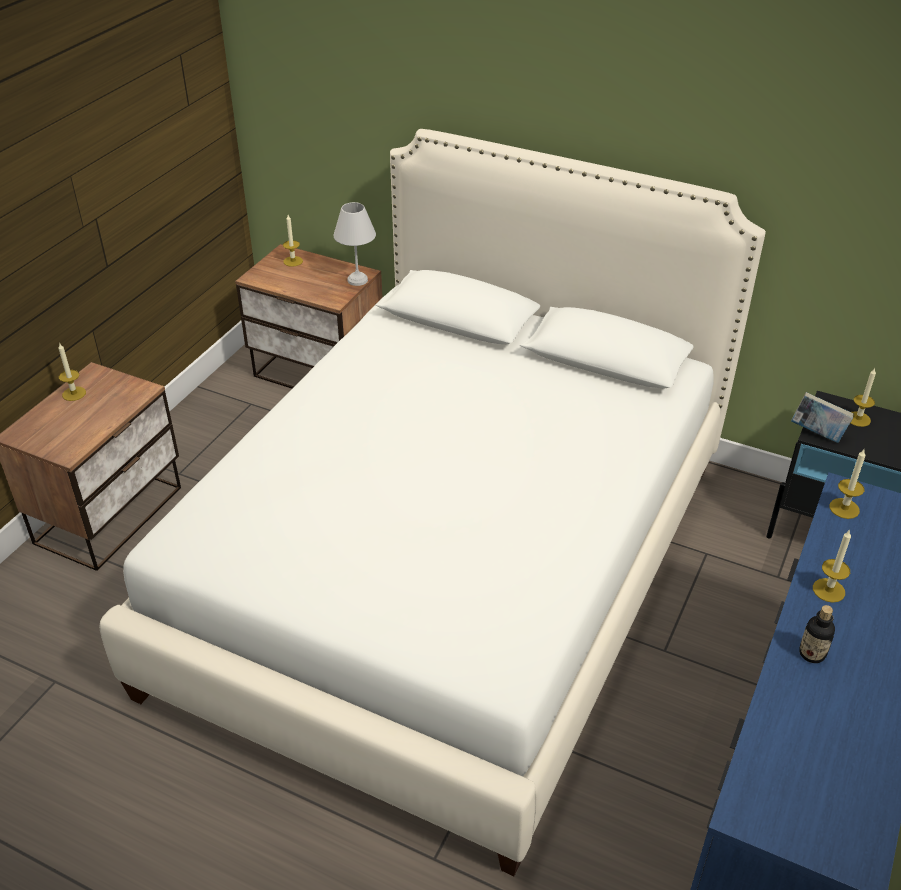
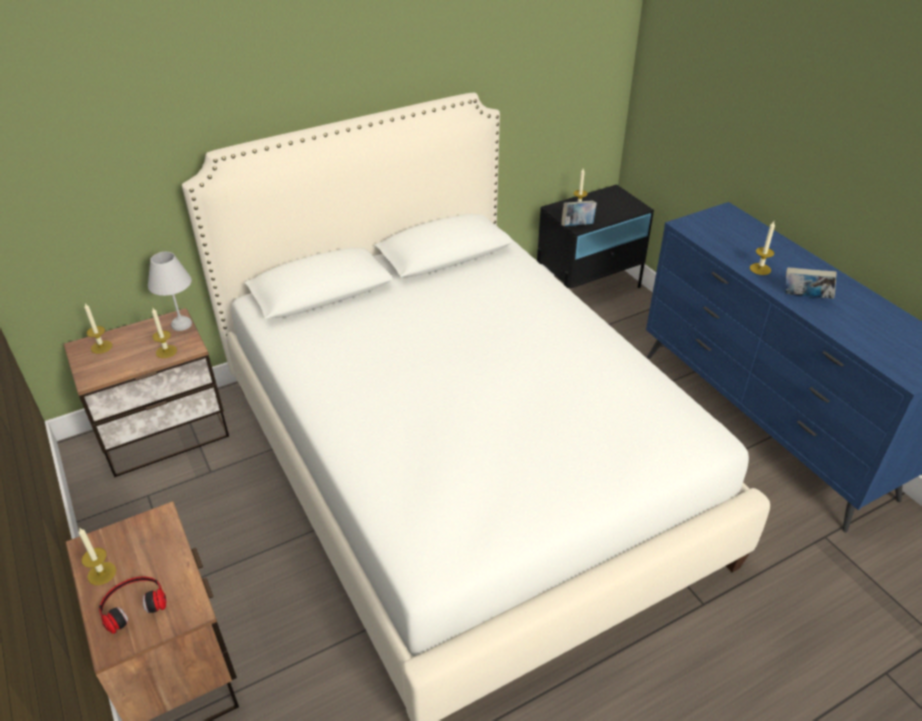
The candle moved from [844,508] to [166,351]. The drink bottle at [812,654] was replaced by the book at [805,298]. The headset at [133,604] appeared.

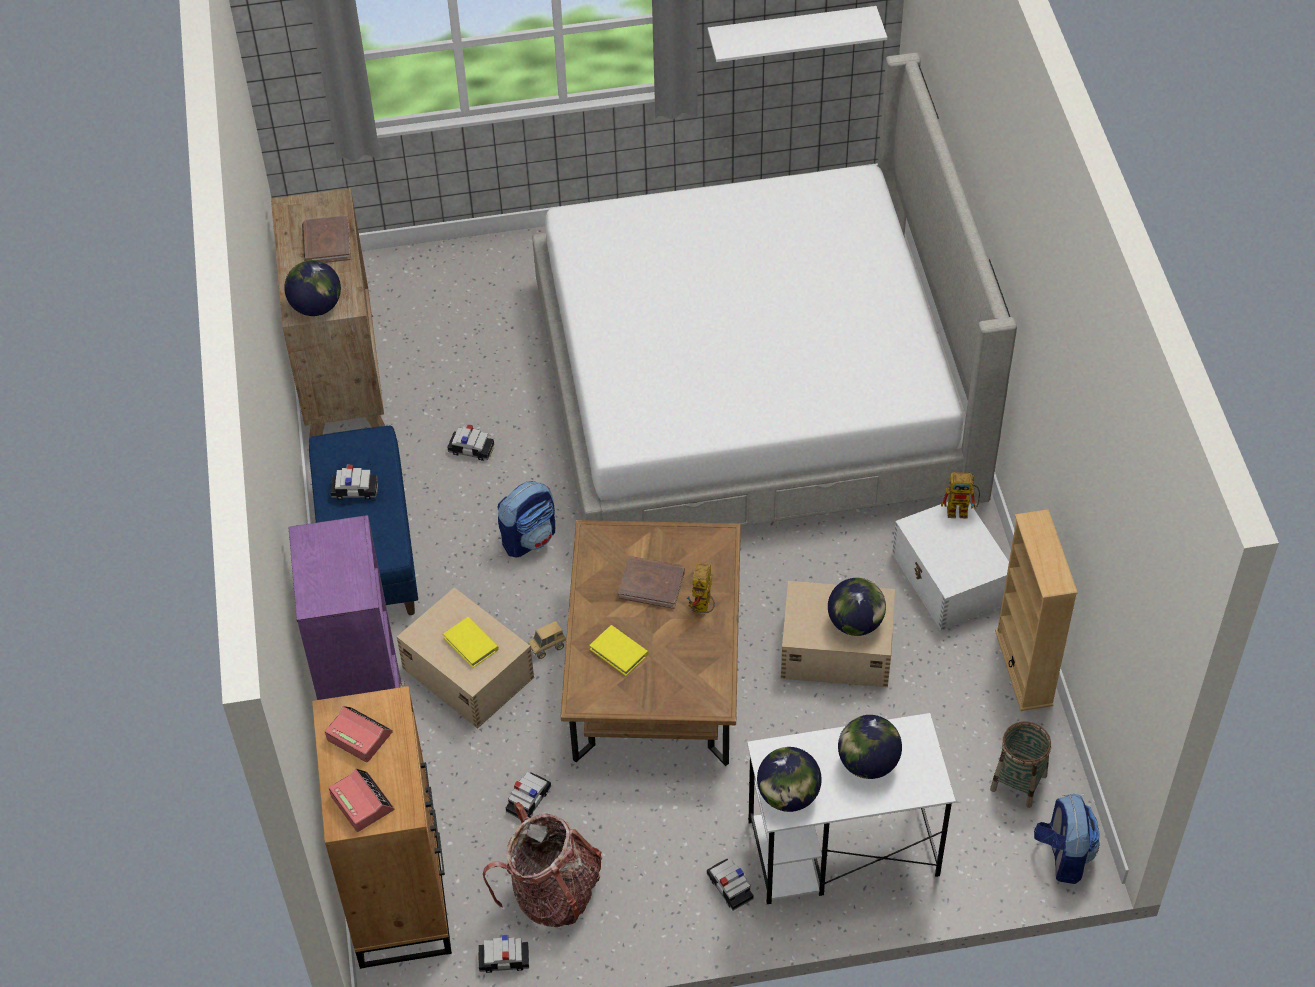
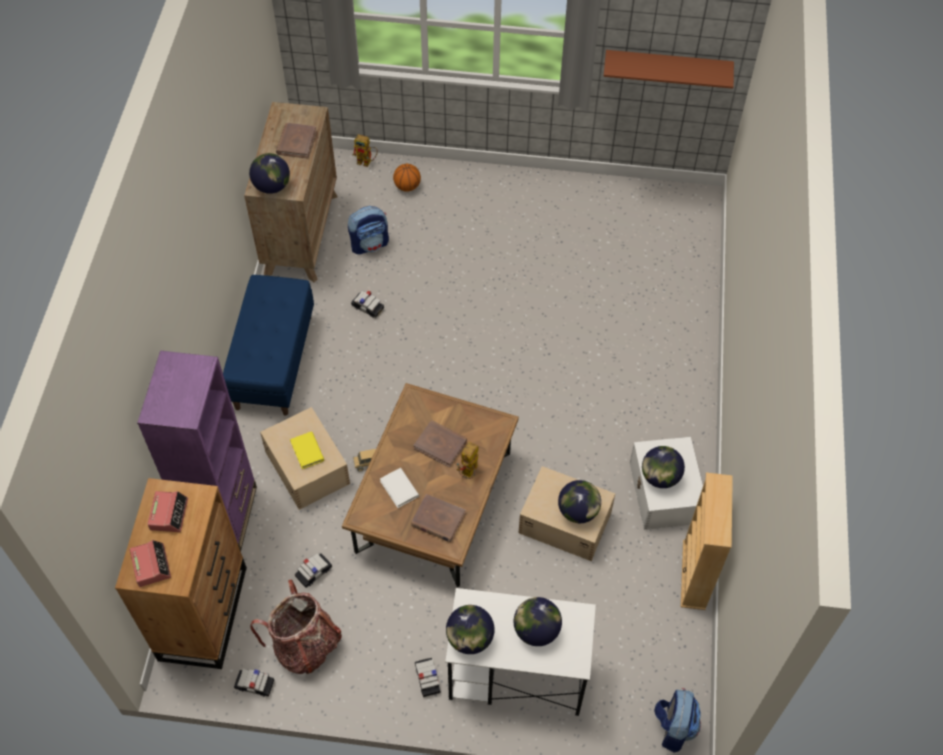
The bracket shelf (white) at [791,32] became the bracket shelf (brown-coloured) at [667,66]. The sleeping bed at [754,389] disappeared. The toy car at [355,490] disappeared. The model robot moved from [962,510] to [367,162]. The knapsack moved from [529,538] to [370,244]. The book (yellow) at [619,652] became the book (white) at [399,489]. The alarm clock at [359,736] turned 45 degrees clockwise. The household basket at [1018,782] disappeared. The basketball at [407,186] appeared. The globe at [660,477] appeared. The book (brown-coloured) at [438,520] appeared.

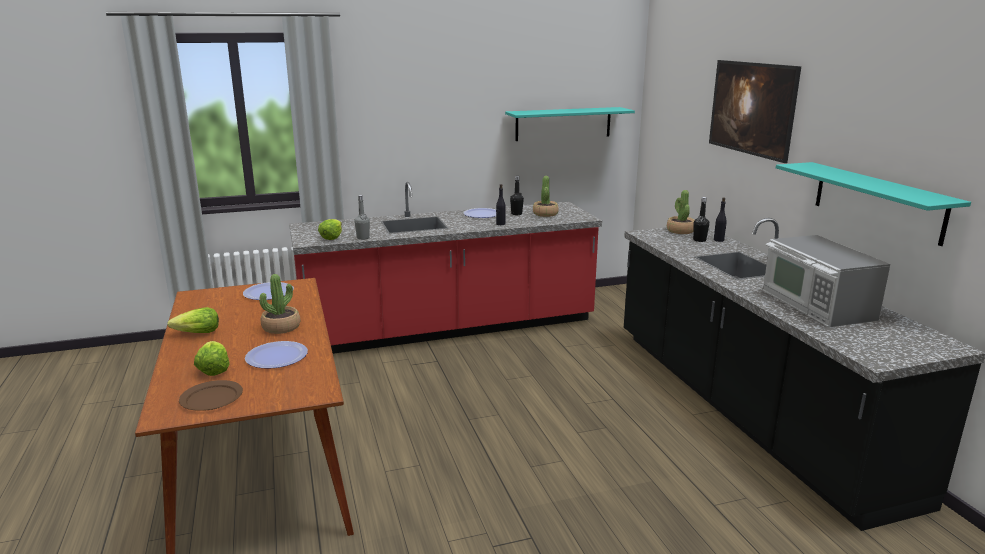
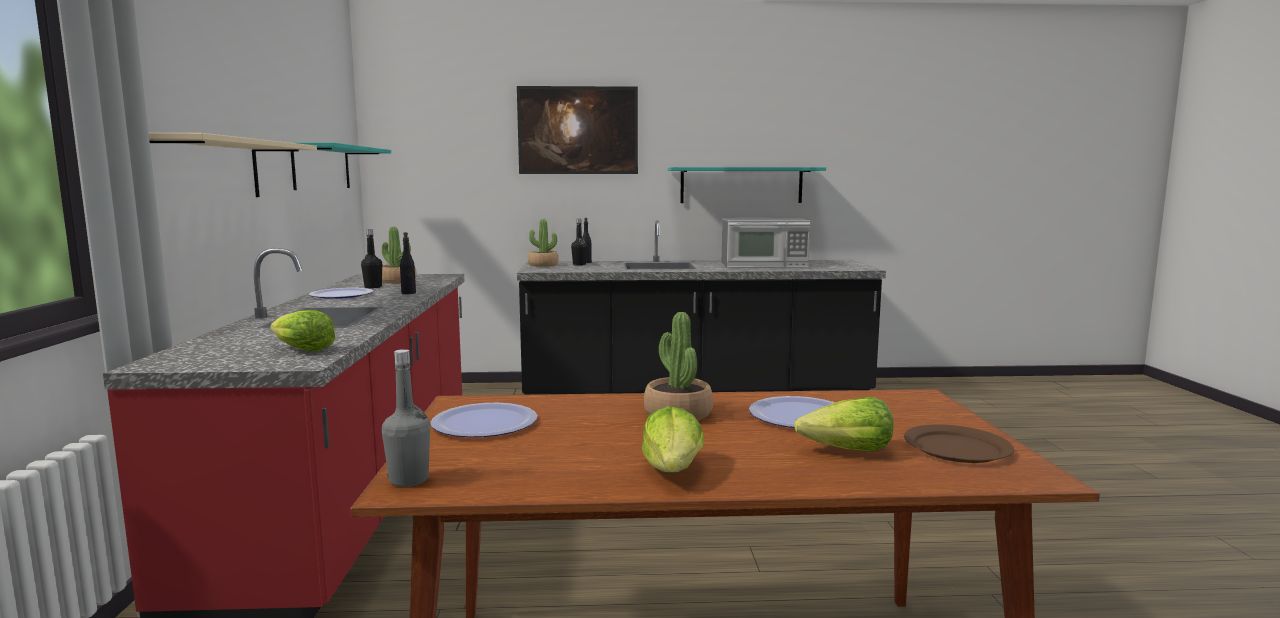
The drink bottle (greyish) moved from [363,238] to [409,480]. The bracket shelf (beige-coloured) at [207,170] appeared.

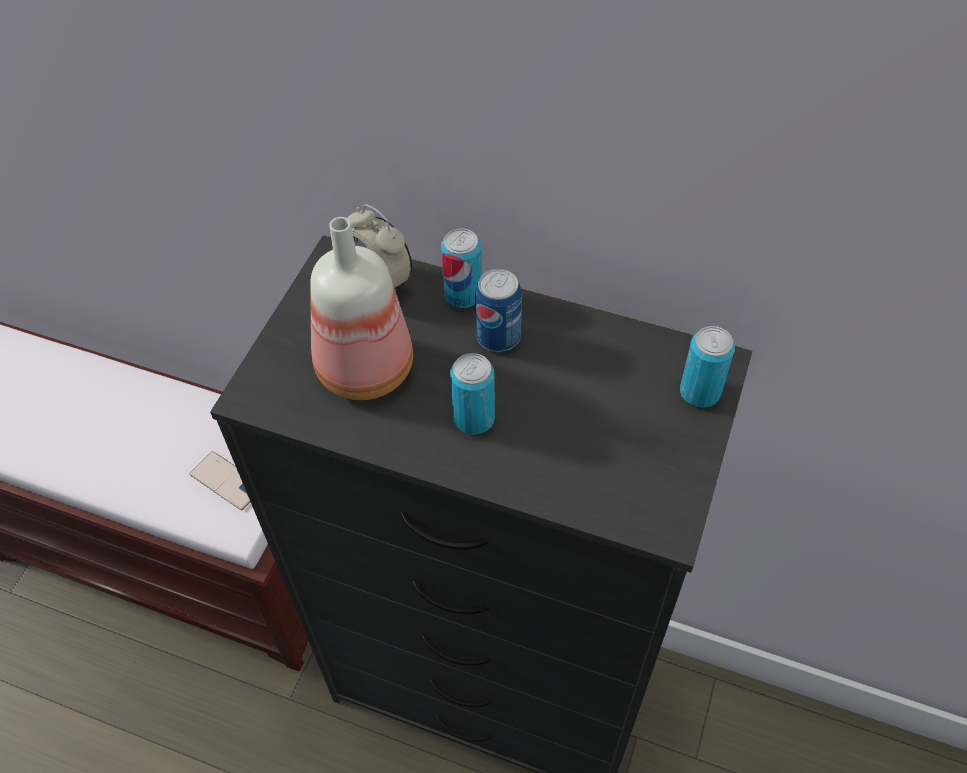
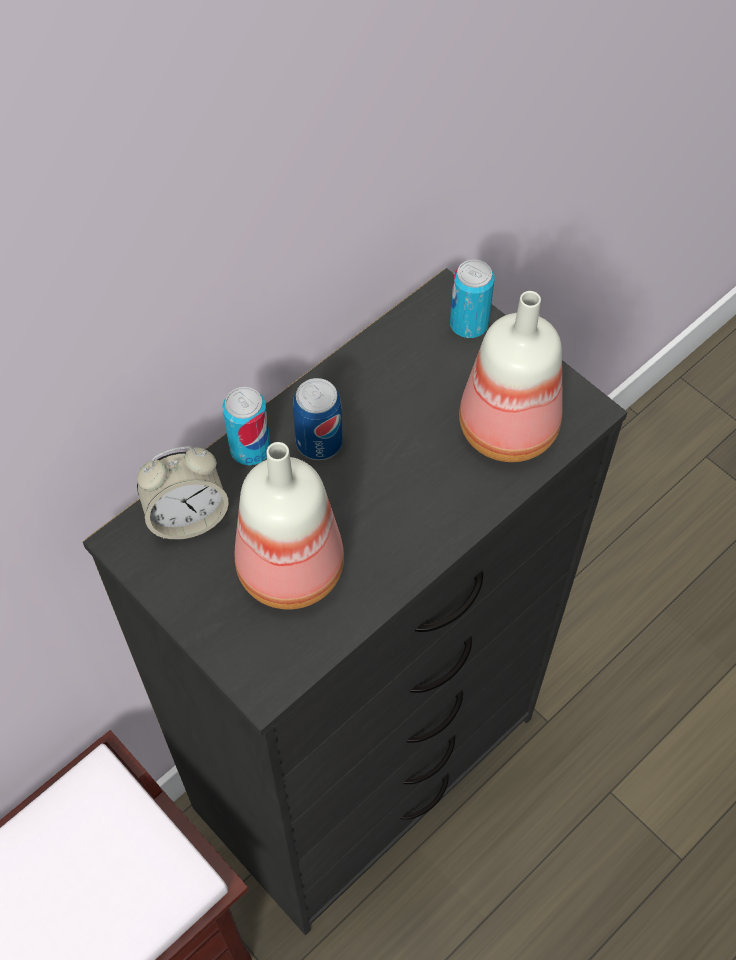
The sealed can at [474,419] disappeared. The telephone at [227,481] disappeared. The drink bottle at [505,426] appeared.

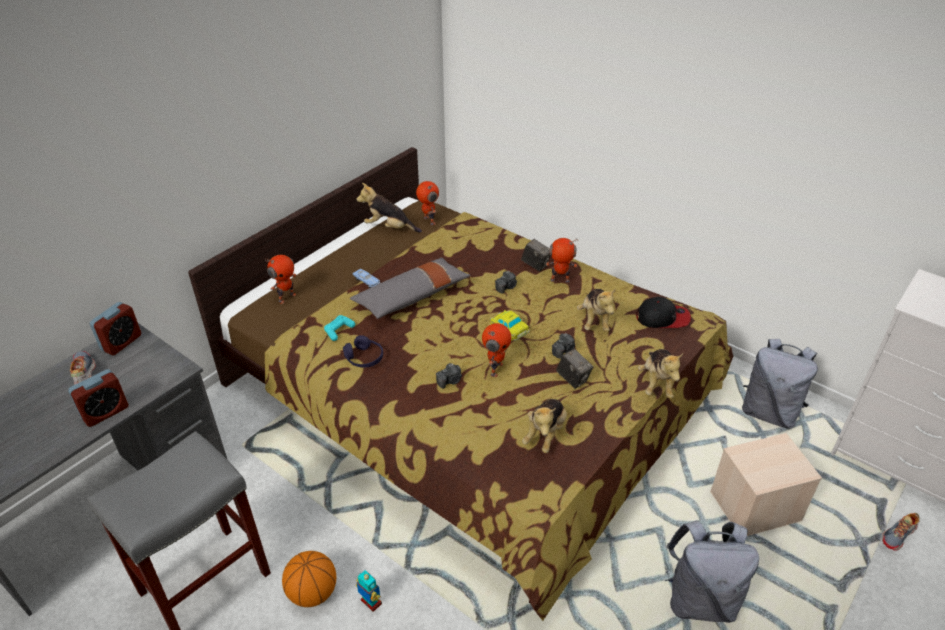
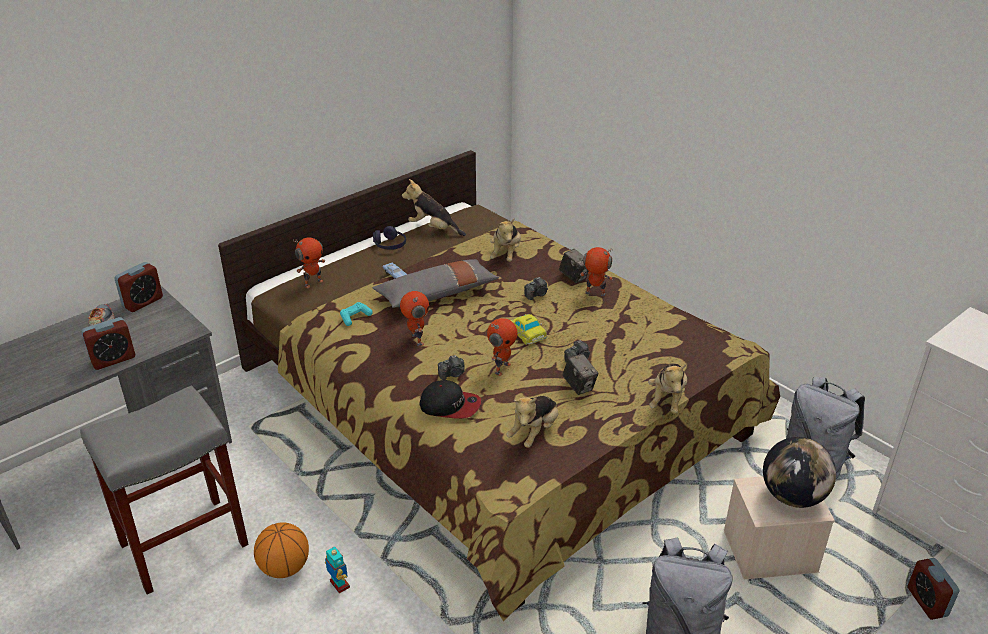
The model robot moved from [428,221] to [416,340]. The cuddly toy moved from [594,320] to [506,254]. The cap moved from [663,318] to [450,406]. The headset (purplish) moved from [364,358] to [390,245]. The item of footwear at [899,535] was replaced by the alarm clock at [927,602]. The globe at [792,497] appeared.

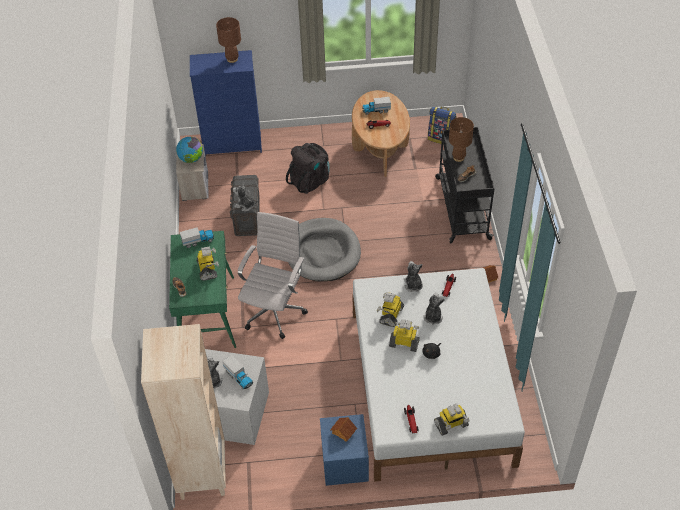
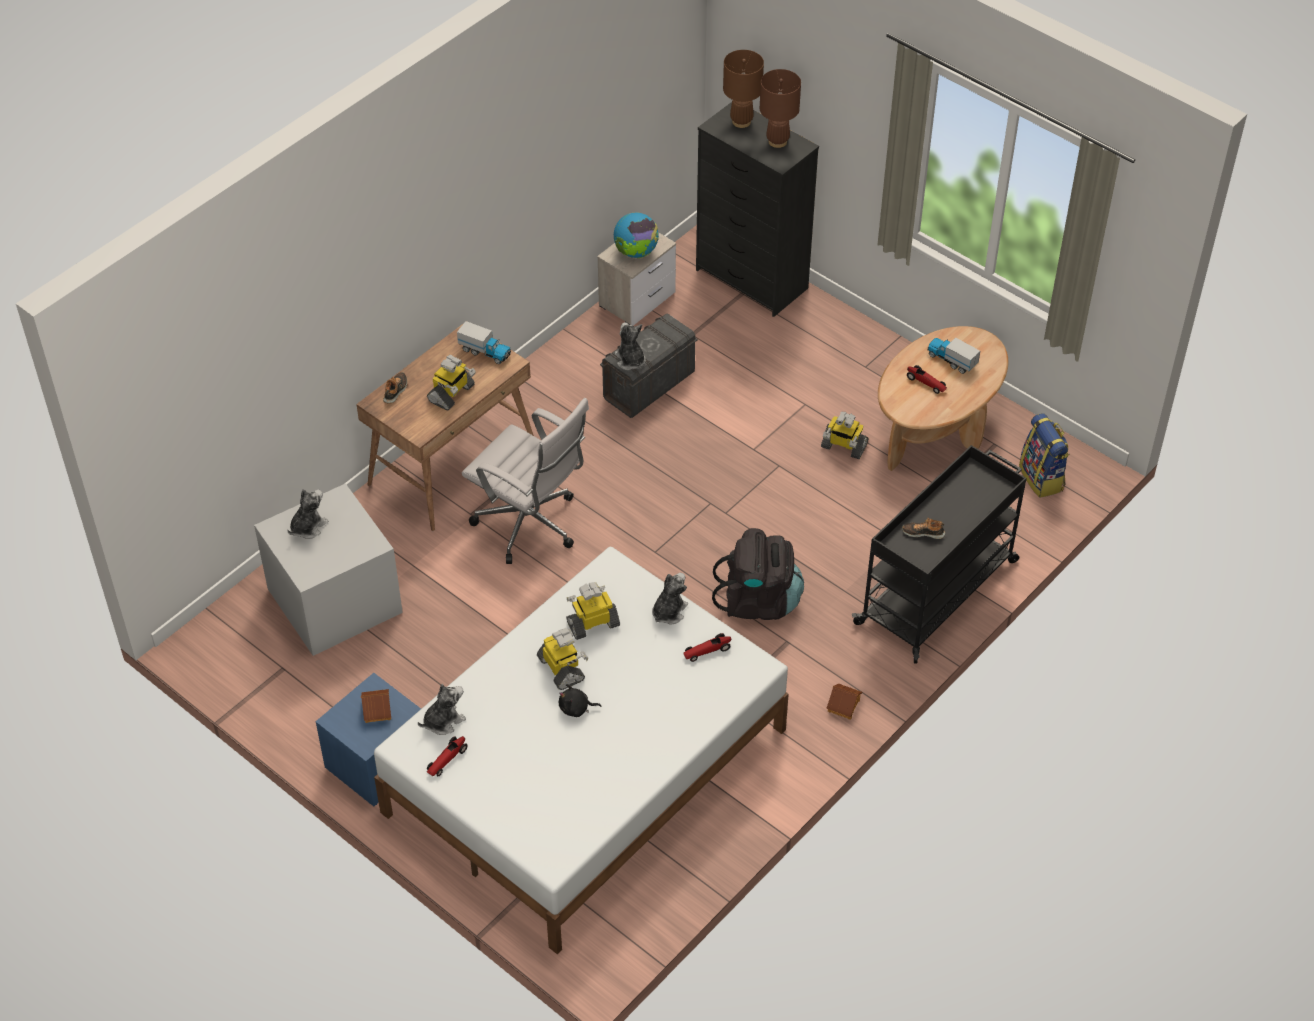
The drawer chest (bluish) at [233,144] became the drawer chest (black-coloured) at [752,280]. The table lamp (brown-coloured) moved from [458,157] to [741,121]. The knapsack (black-coloured) moved from [310,181] to [759,601]. The office chair (white) at [275,310] turned 60 degrees clockwise. The dog bed (greyish) at [322,252] disappeared. The desk unit (green) at [206,313] became the desk unit (brown-coloured) at [453,465]. The cuddly toy moved from [433,317] to [443,721]. The bookcase (beige-coloured) at [202,473] disappeared. The model truck at [239,377] disappeared. The model robot moved from [451,425] to [843,446].

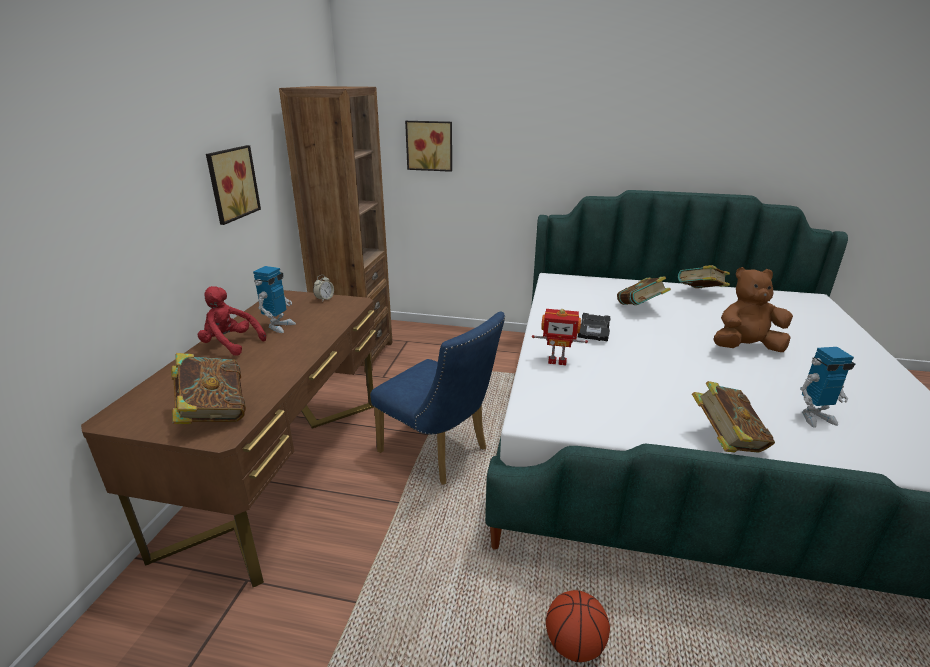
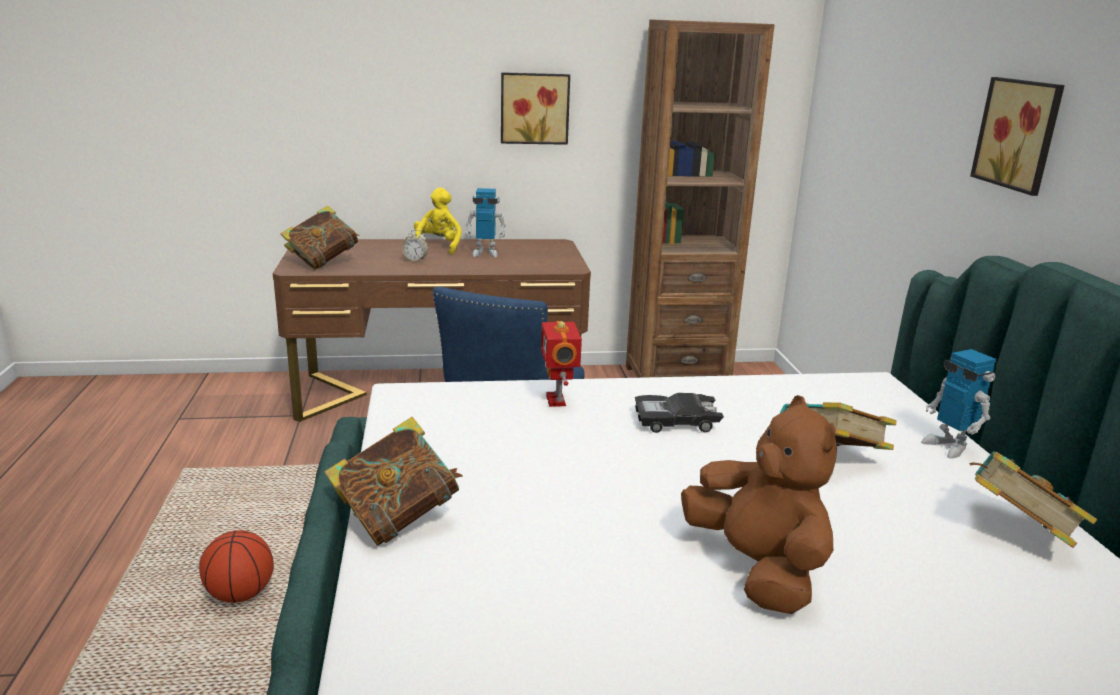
The picture moved from [430,145] to [1020,134]. The alarm clock moved from [324,299] to [415,260]. The cuddly toy (red) at [231,344] became the cuddly toy (yellow) at [438,247]. The model robot moved from [814,417] to [949,446].

